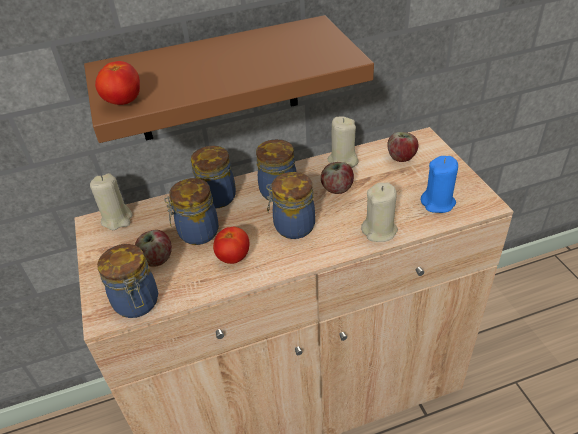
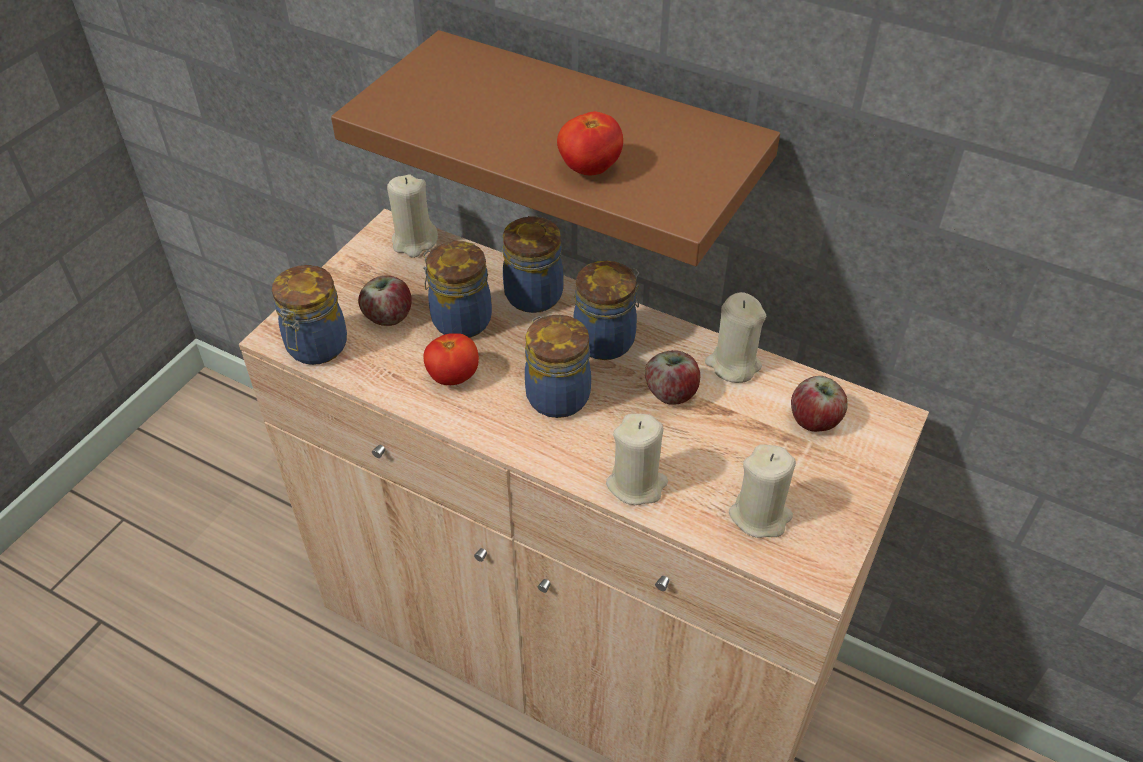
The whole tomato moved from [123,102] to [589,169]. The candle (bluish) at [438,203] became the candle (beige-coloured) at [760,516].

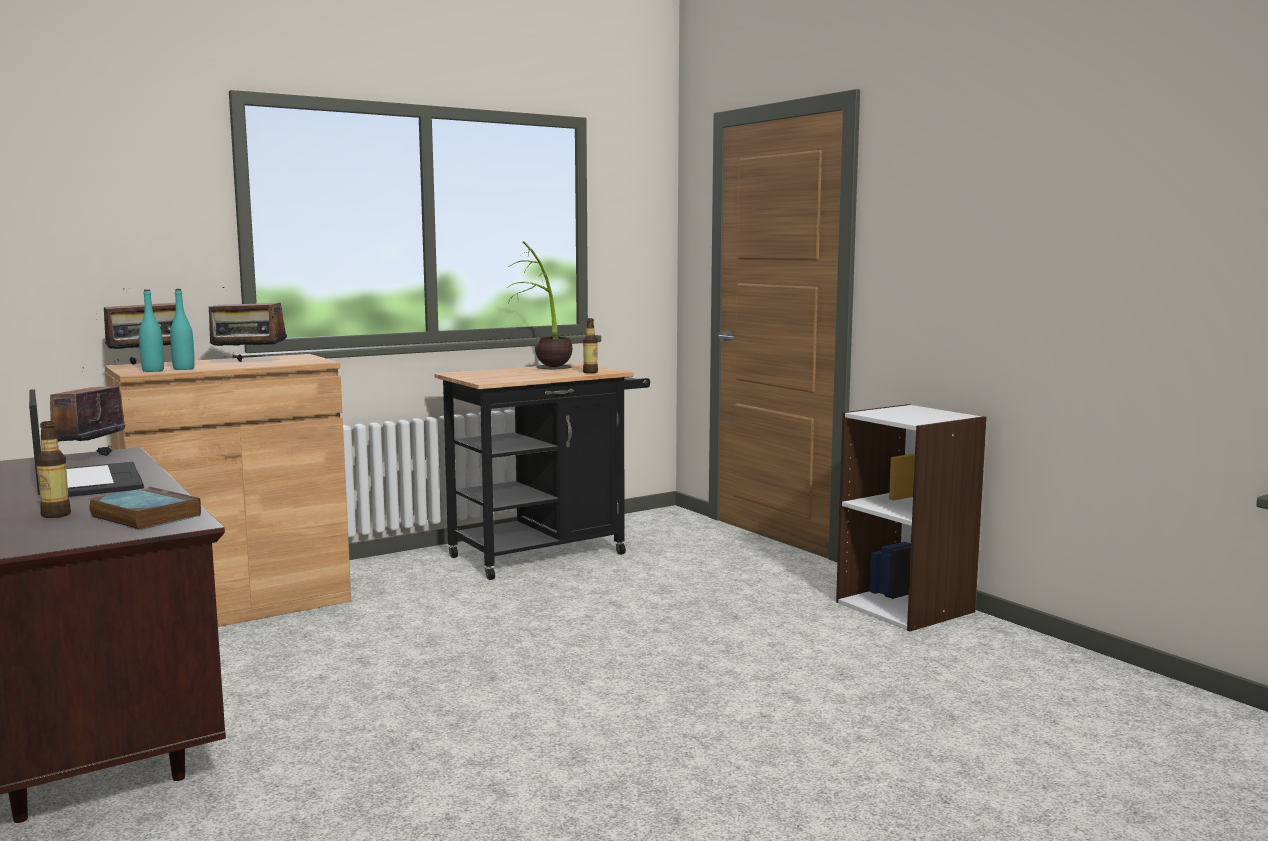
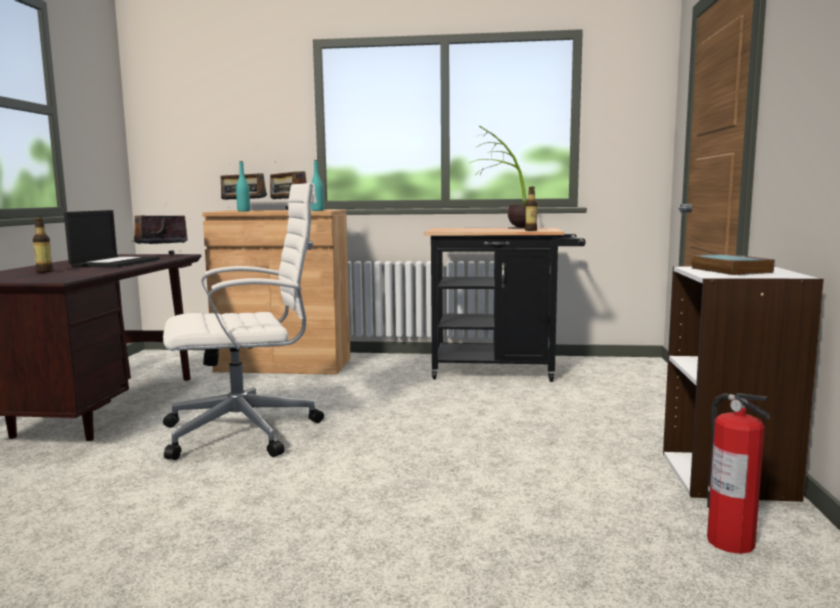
The drink bottle (blue-green) moved from [153,370] to [317,210]. The book moved from [143,516] to [728,270]. The office chair (white) at [246,431] appeared. The extinguisher at [729,541] appeared.

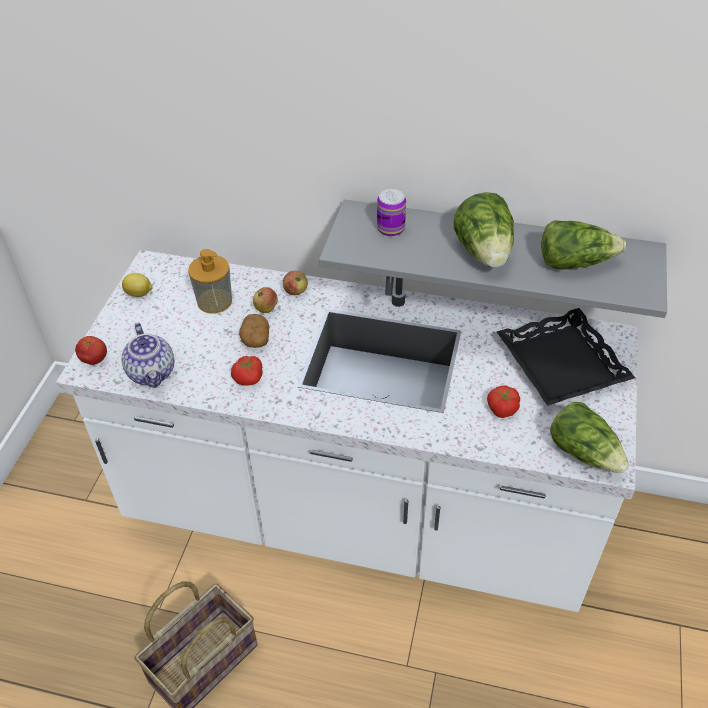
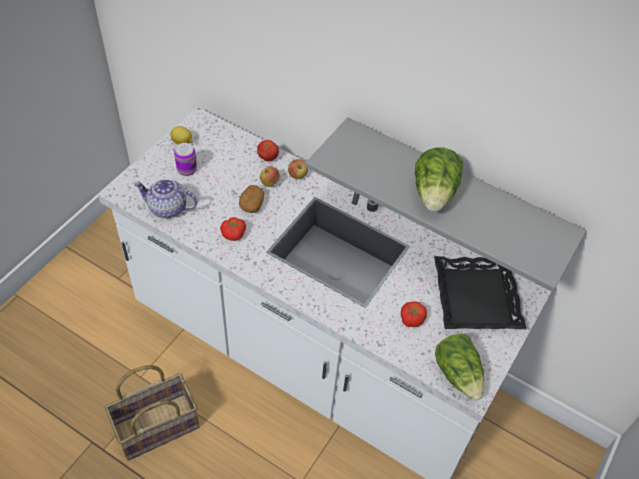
The sealed can moved from [390,229] to [187,169]. The head of lettuce at [574,262] disappeared. The liquid soap bottle at [214,301] disappeared. The teapot at [152,372] turned 105 degrees clockwise. The whole tomato moved from [94,359] to [268,157].

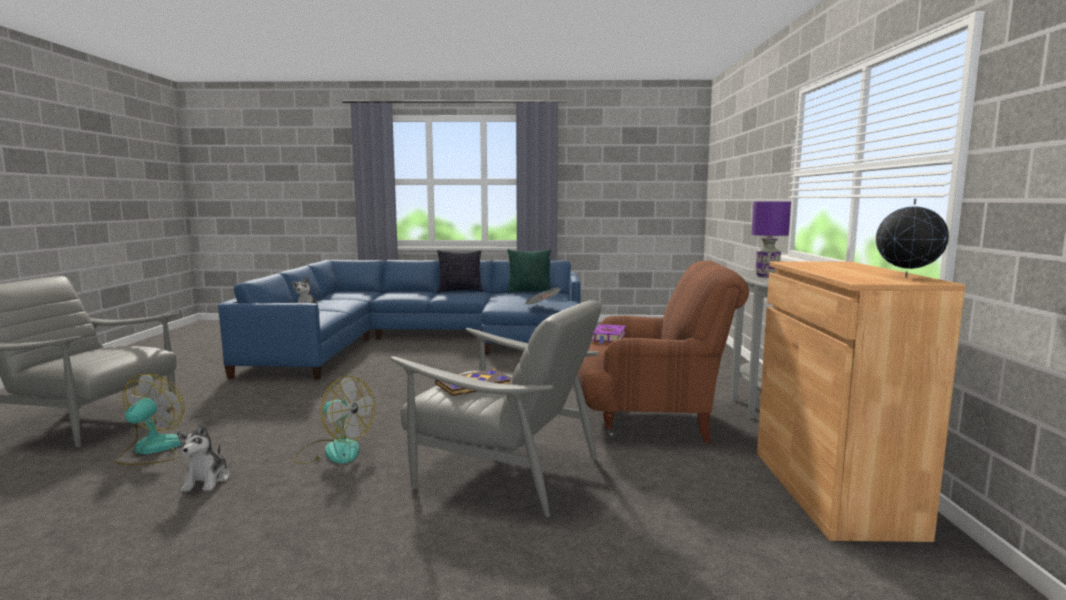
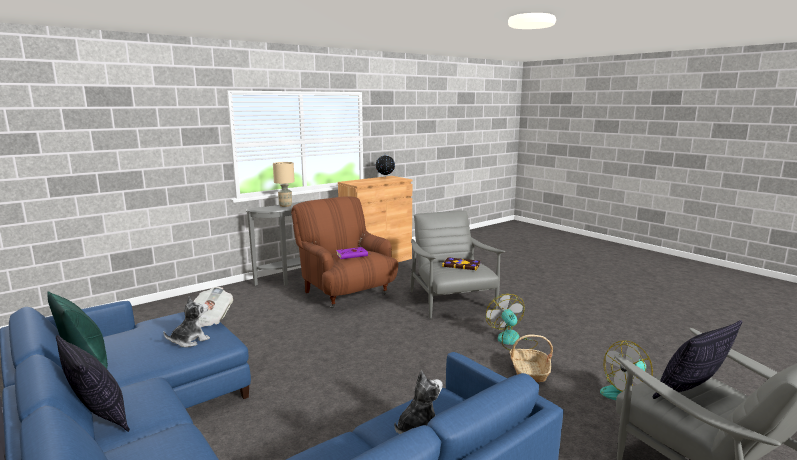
The table lamp (purplish) at [766,276] became the table lamp (beige-coloured) at [285,205]. The cuddly toy moved from [207,481] to [190,341]. The cushion at [690,394] appeared. The household basket at [529,371] appeared.

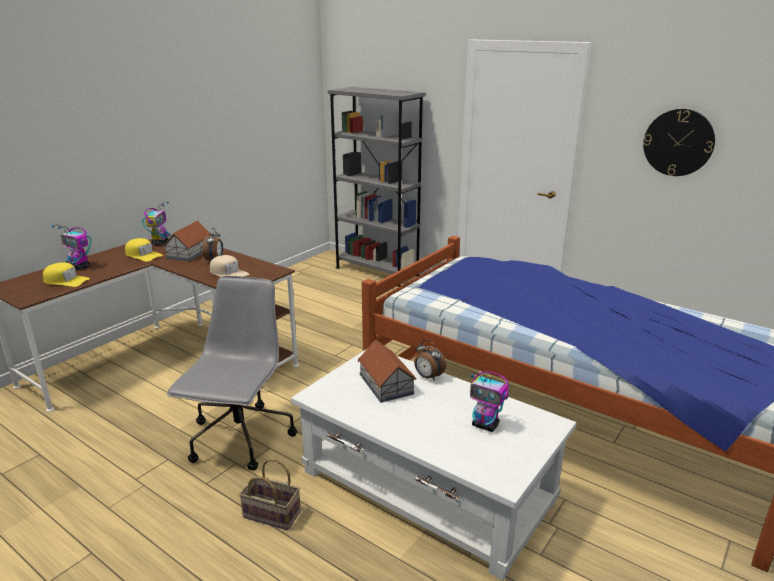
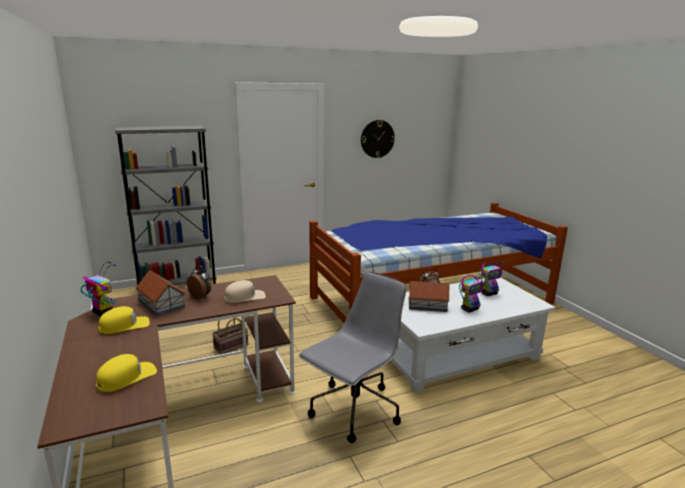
The model robot moved from [80,267] to [470,309]. The office chair (greyish) at [240,439] turned 90 degrees clockwise. The household basket moved from [270,515] to [230,347].

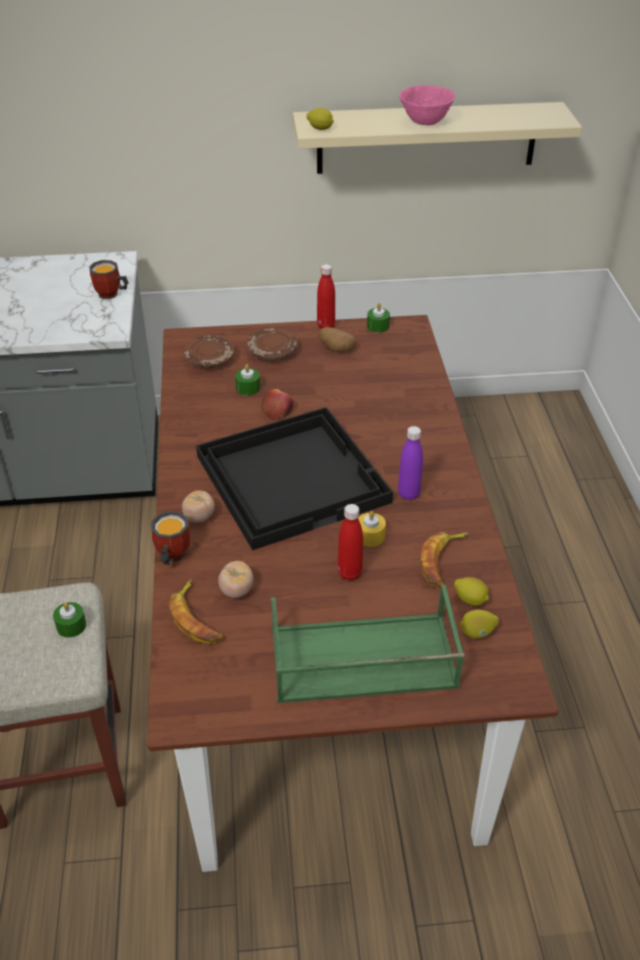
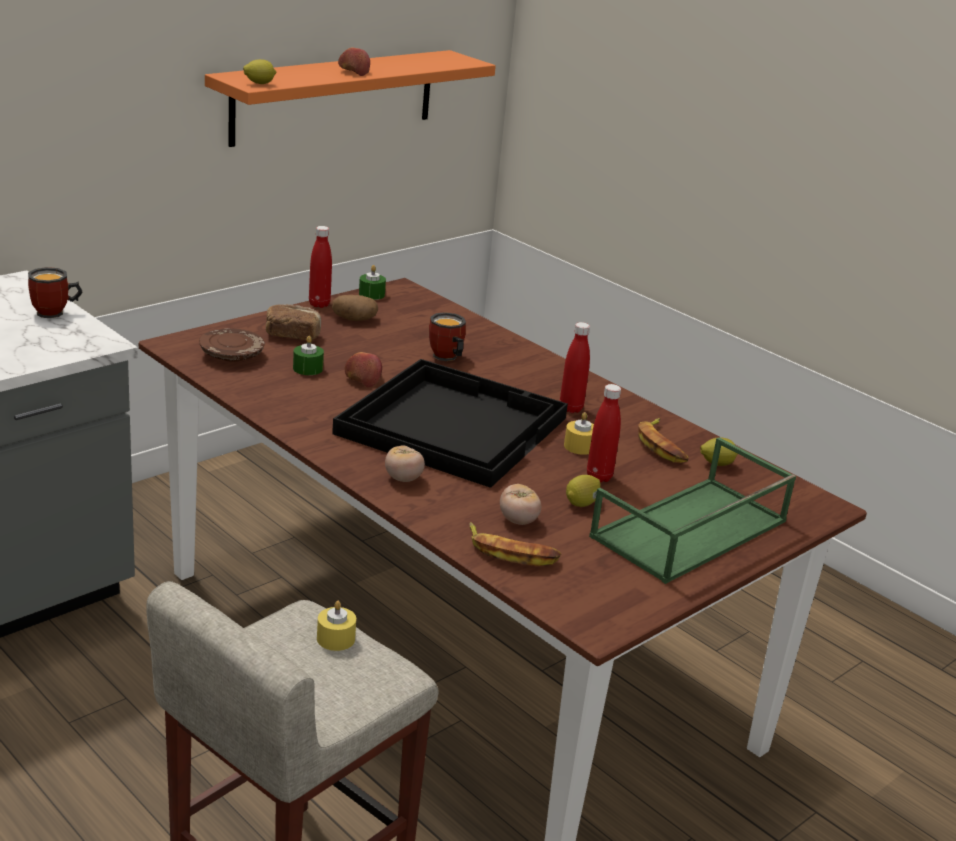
The deep dish (pinkish) at [424,122] was replaced by the whole apple at [353,72]. The bracket shelf (beige-coloured) at [427,138] became the bracket shelf (orange) at [334,96]. The dinner plate (brown-coloured) at [272,352] was replaced by the bakery bread at [292,335]. The drink bottle (purplish) at [408,494] became the drink bottle (red) at [570,408]. The coffee mug moved from [170,556] to [445,358]. The candle (green) at [71,626] became the candle (yellow) at [335,638]. The whole lemon moved from [477,633] to [582,503].

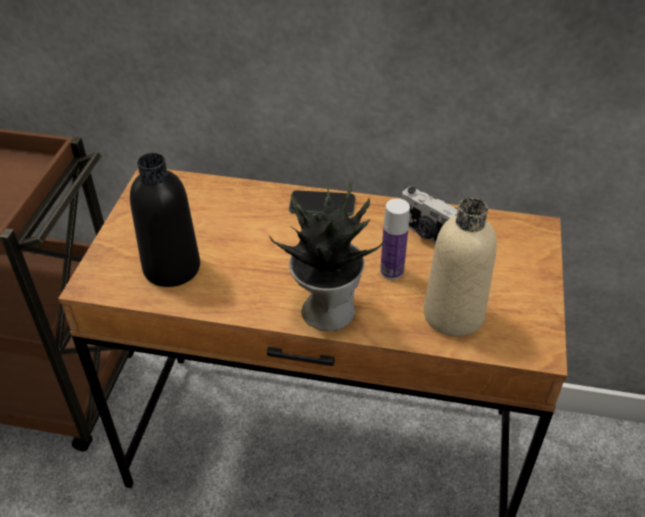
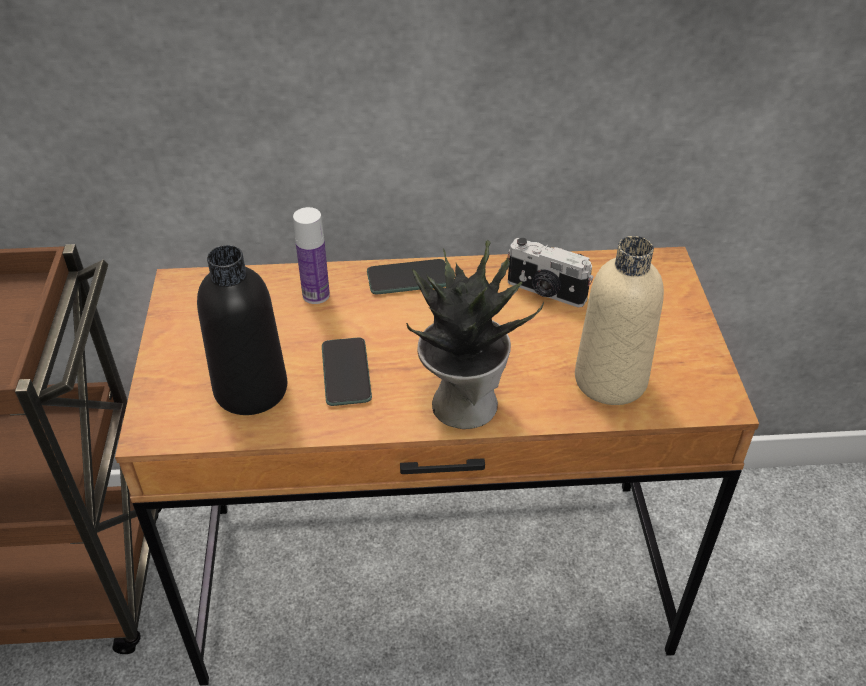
The drink bottle moved from [392,271] to [316,295]. The telephone at [346,372] appeared.

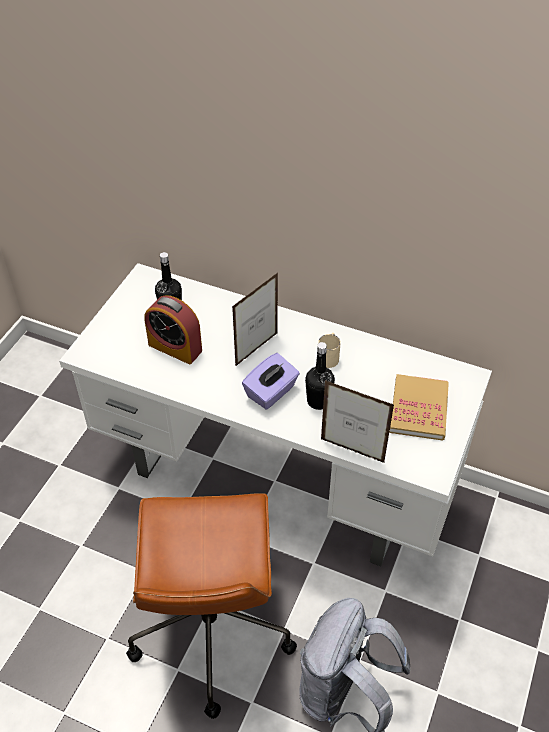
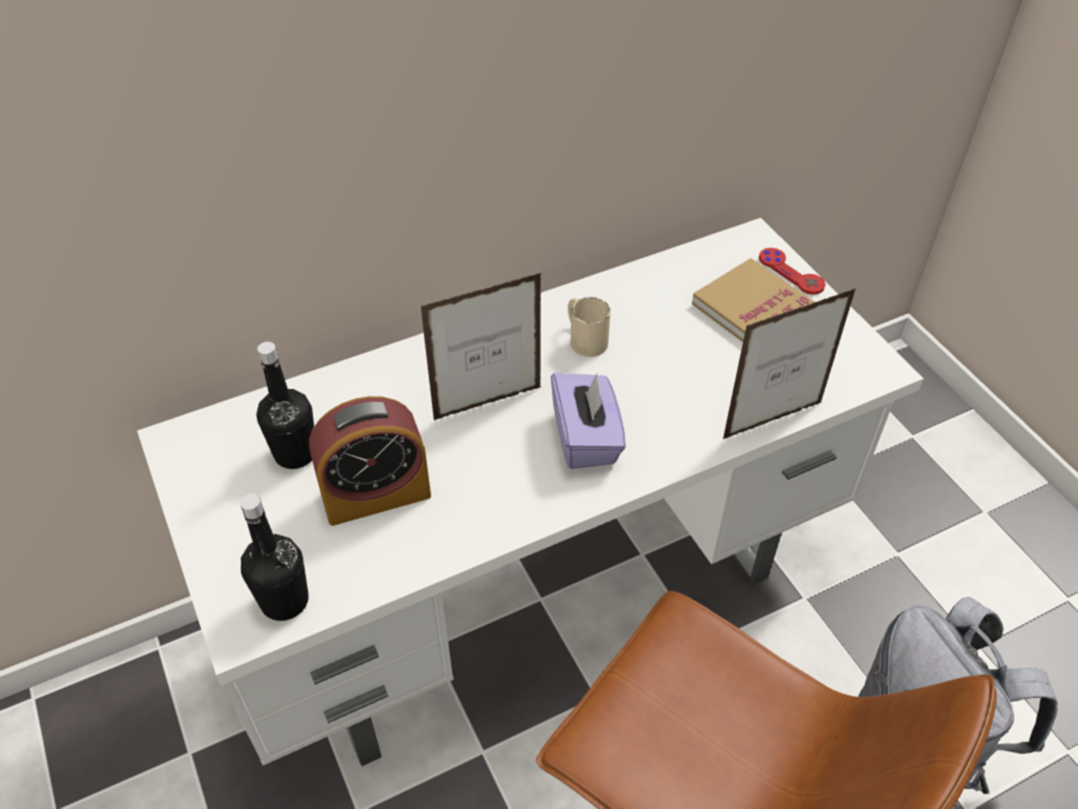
The picture frame at [256,349] turned 105 degrees counterclockwise. The drink bottle (black-coloured) moved from [318,401] to [285,601]. The gamepad (red) at [791,272] appeared.

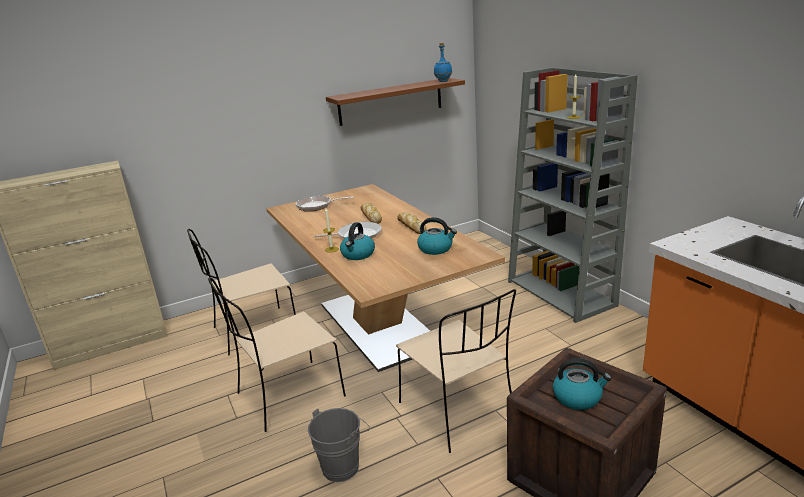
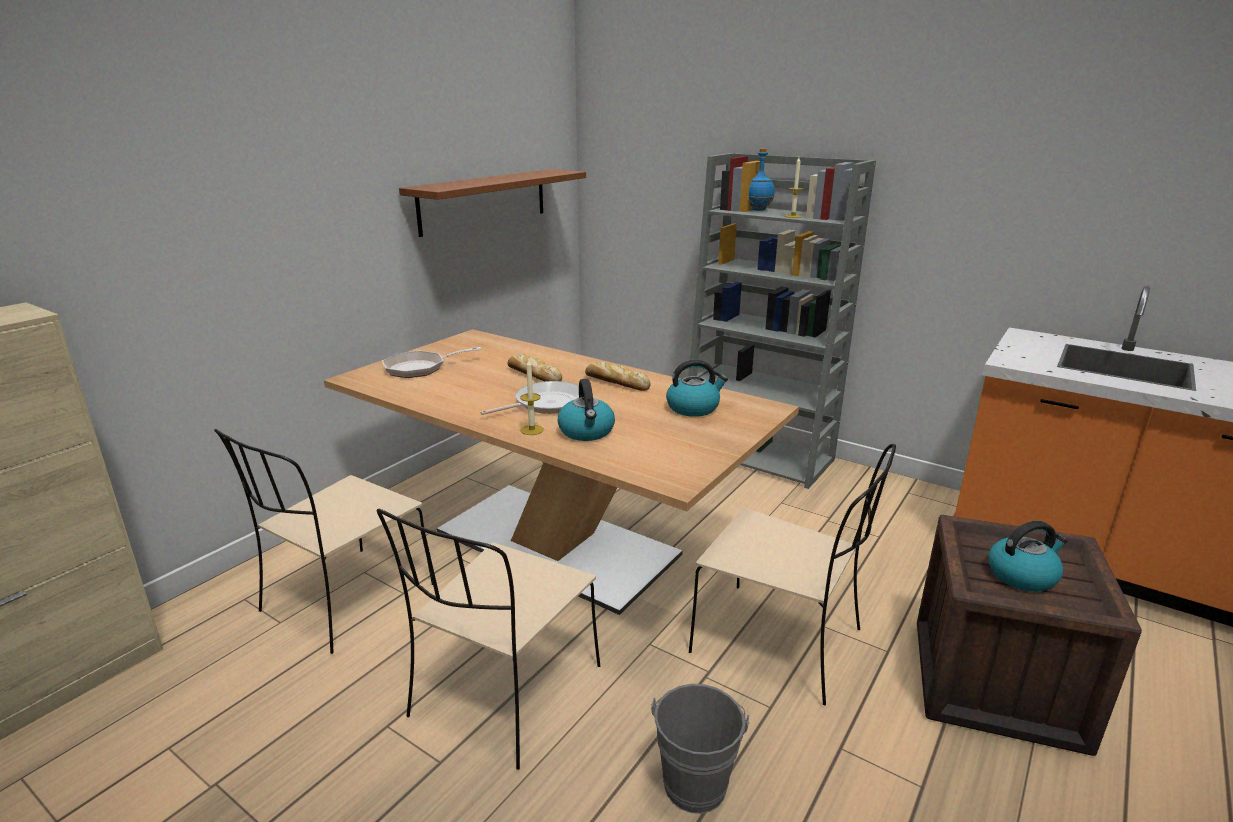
The drink bottle (bluish) moved from [443,81] to [757,210].

